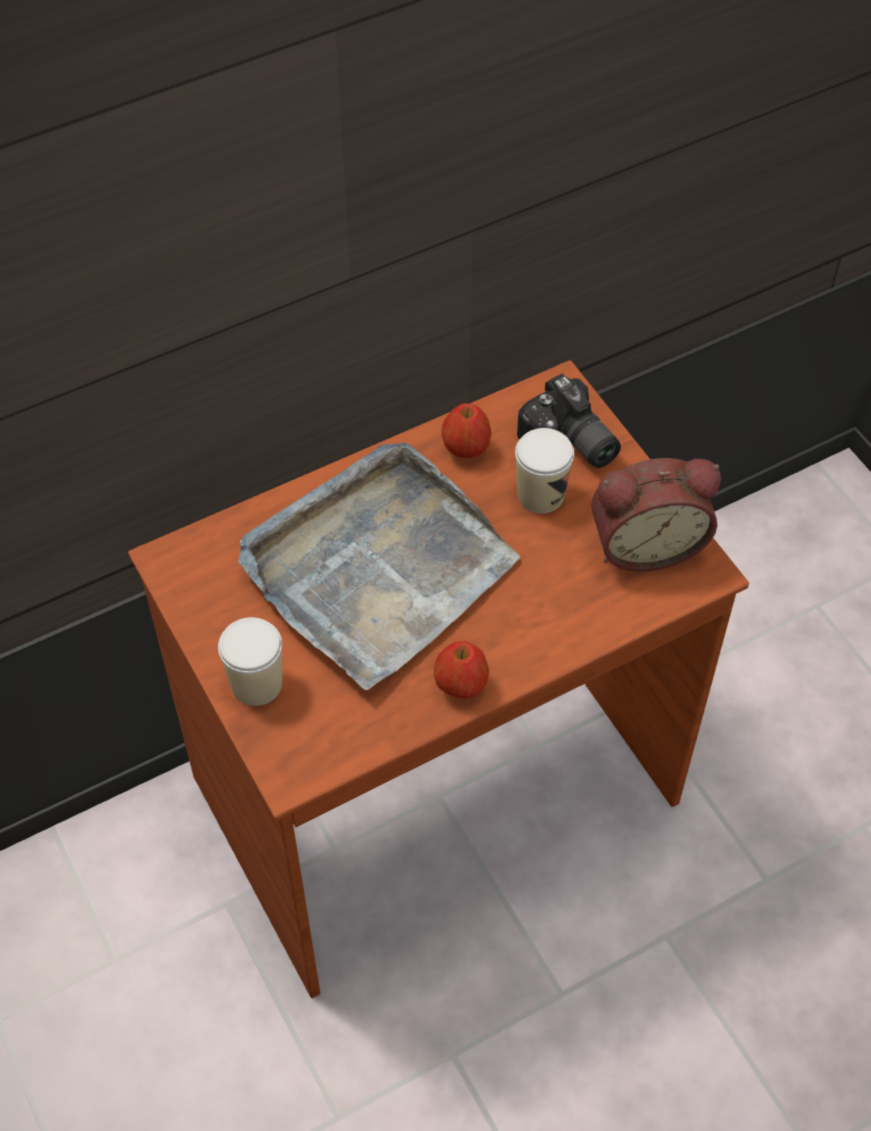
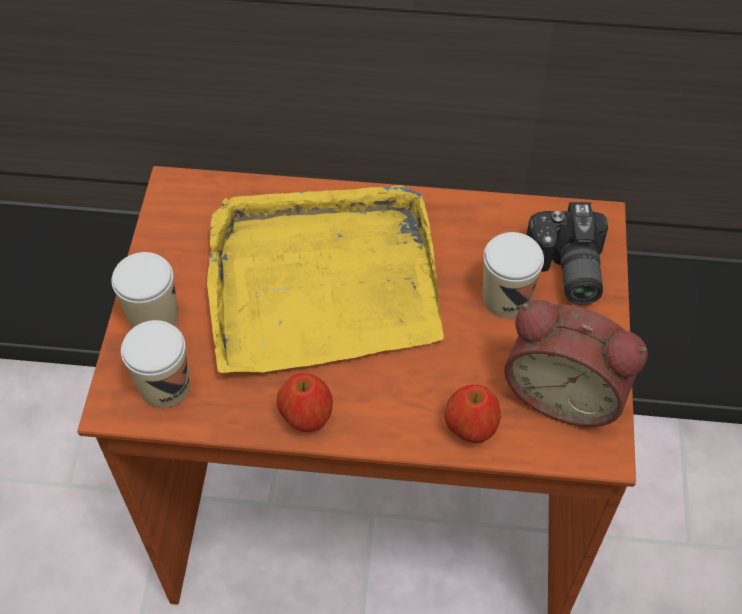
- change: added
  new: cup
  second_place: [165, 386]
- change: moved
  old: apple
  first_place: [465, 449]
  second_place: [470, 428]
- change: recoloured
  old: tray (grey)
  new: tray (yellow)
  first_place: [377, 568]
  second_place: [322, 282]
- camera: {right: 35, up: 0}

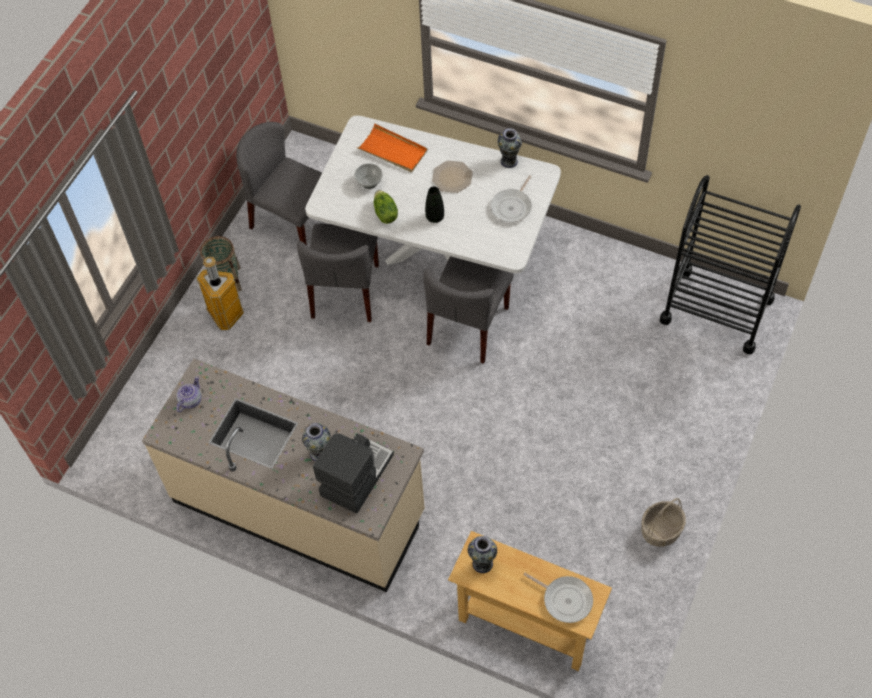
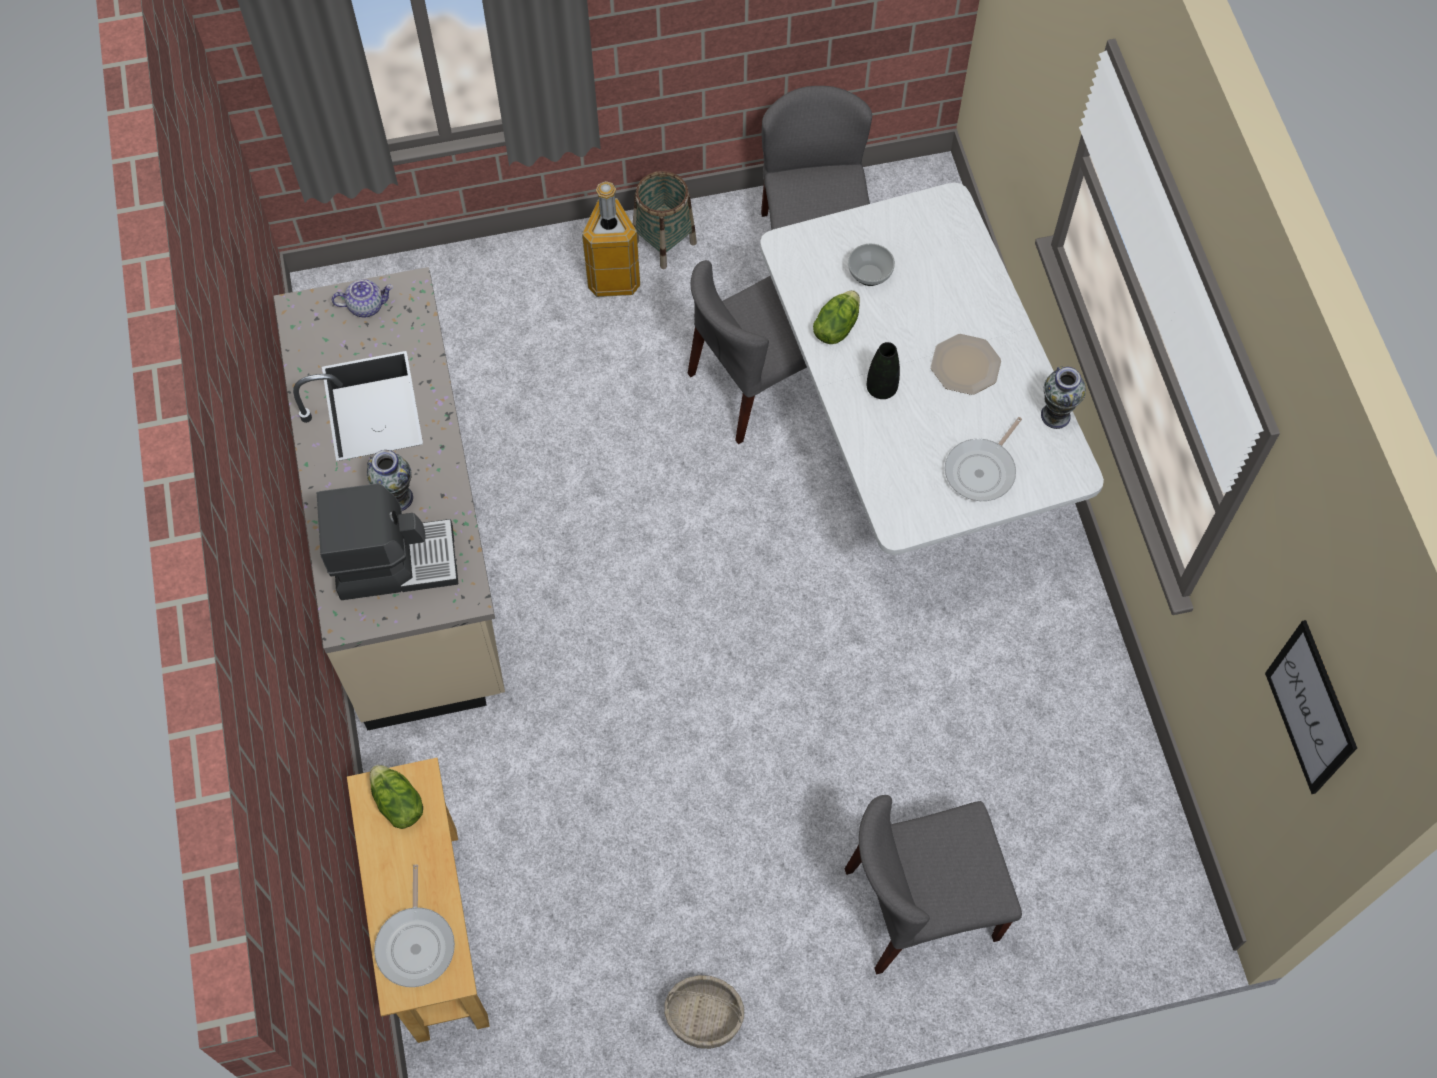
- change: removed
  old: tray (orange)
  first_place: [393, 150]
- change: removed
  old: cart (black)
  first_place: [716, 310]
- change: added
  new: picture
  second_place: [1311, 708]
- change: moved
  old: chair (grey)
  first_place: [468, 326]
  second_place: [920, 905]
- change: replaced
  old: vase
  new: lettuce
  first_place: [482, 564]
  second_place: [397, 804]
- change: turned
  old: frying pan
  first_place: [512, 206]
  second_place: [982, 470]
  degrees: -45
- camera: {right: 50, up: 5}

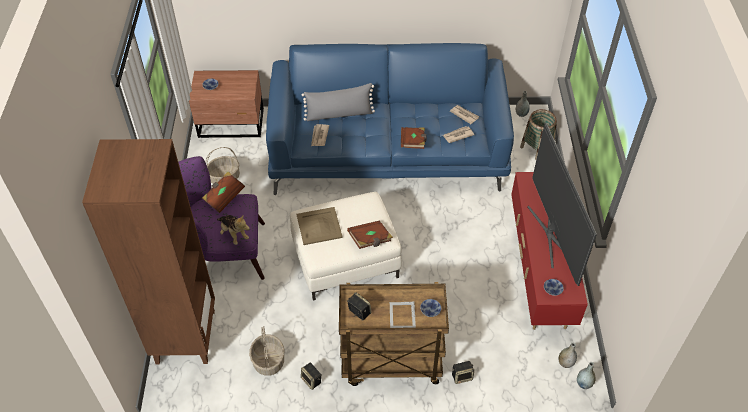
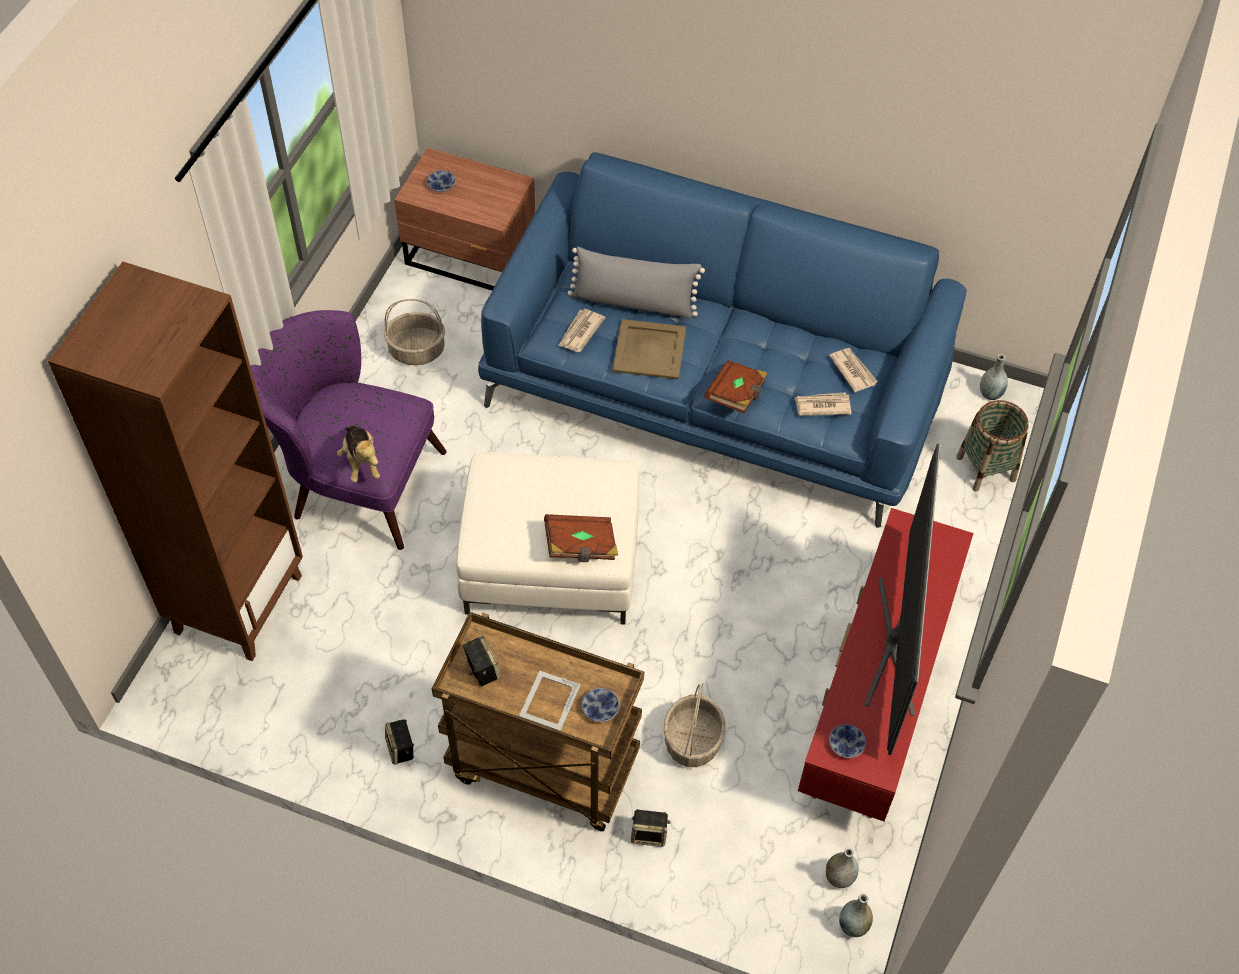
- change: removed
  old: book (brown)
  first_place: [224, 197]
- change: moved
  old: basket
  first_place: [268, 361]
  second_place: [692, 740]
- change: moved
  old: tray (beige)
  first_place: [319, 226]
  second_place: [650, 350]
- camera: {right: 20, up: 5}

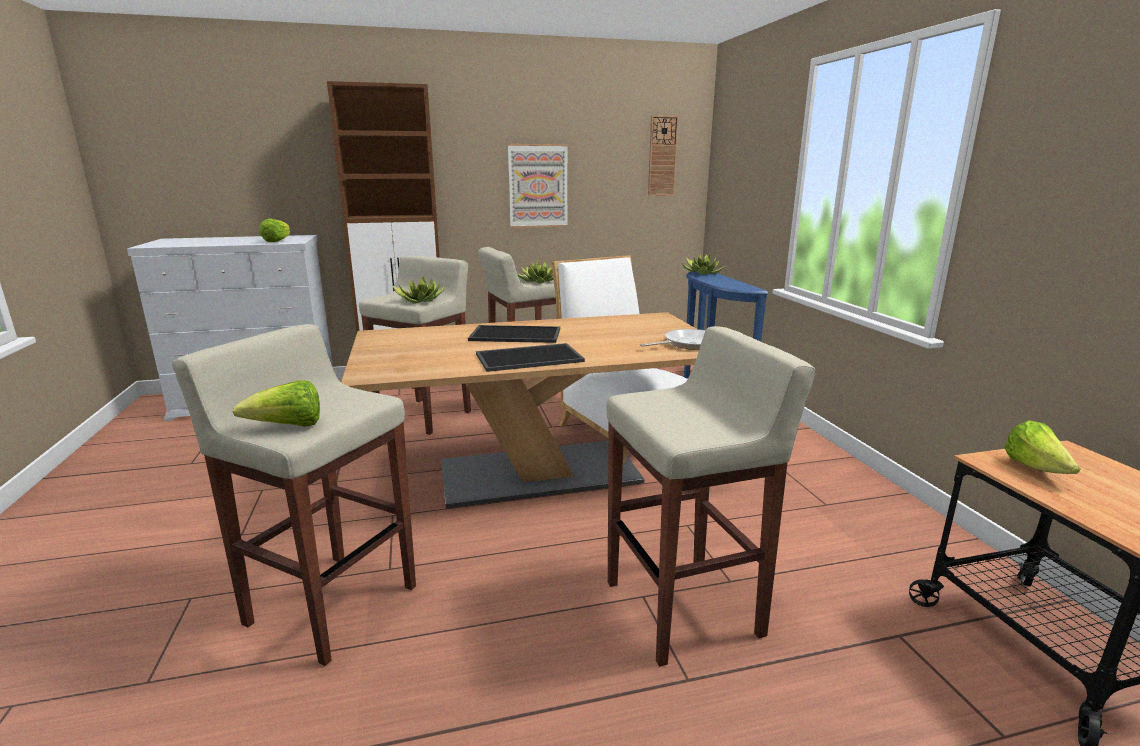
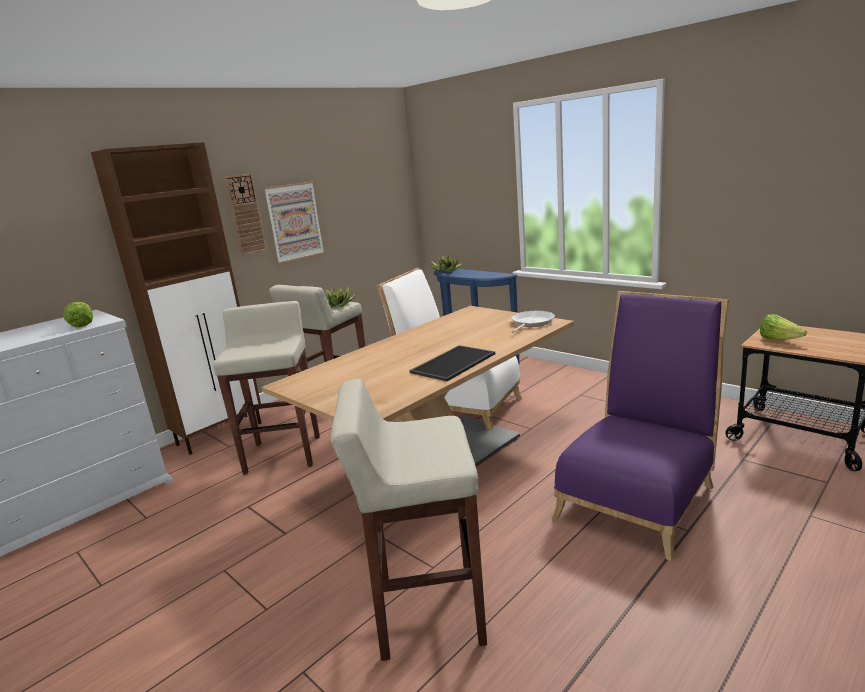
- change: removed
  old: lettuce
  first_place: [288, 427]
- change: removed
  old: potted plant
  first_place: [420, 300]
- change: removed
  old: tray
  first_place: [514, 335]
- change: moved
  old: wall clock
  first_place: [662, 156]
  second_place: [246, 214]
- change: replaced
  old: stool (beige)
  new: chair (purple)
  first_place: [685, 608]
  second_place: [639, 496]
- camera: {right: -30, up: 0}

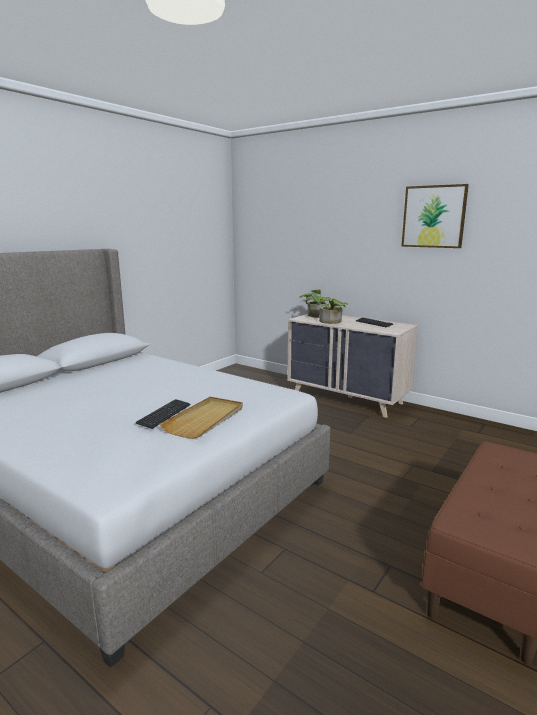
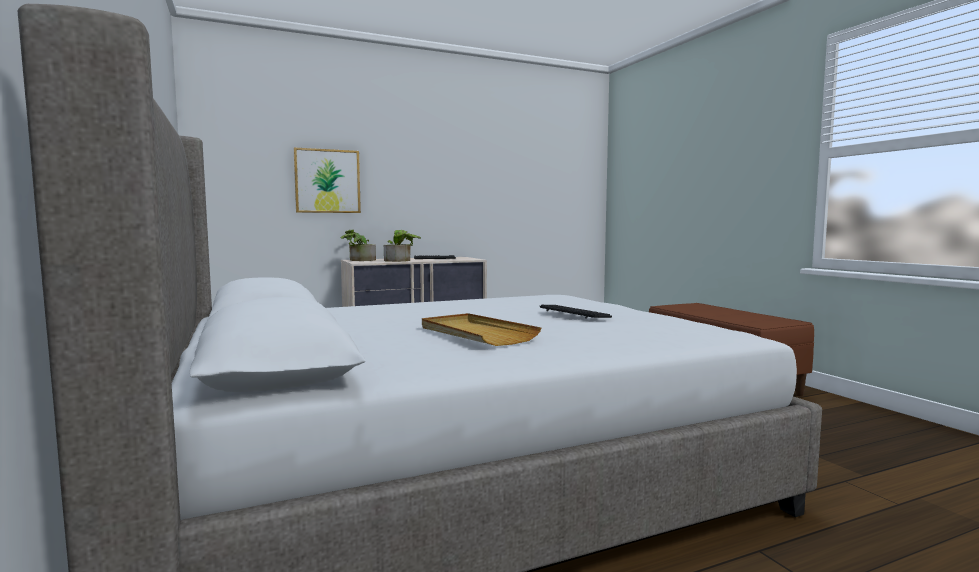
- change: moved
  old: tray (beige)
  first_place: [205, 419]
  second_place: [476, 333]
- change: moved
  old: picture
  first_place: [433, 216]
  second_place: [327, 181]
- camera: {right: -60, up: -10}

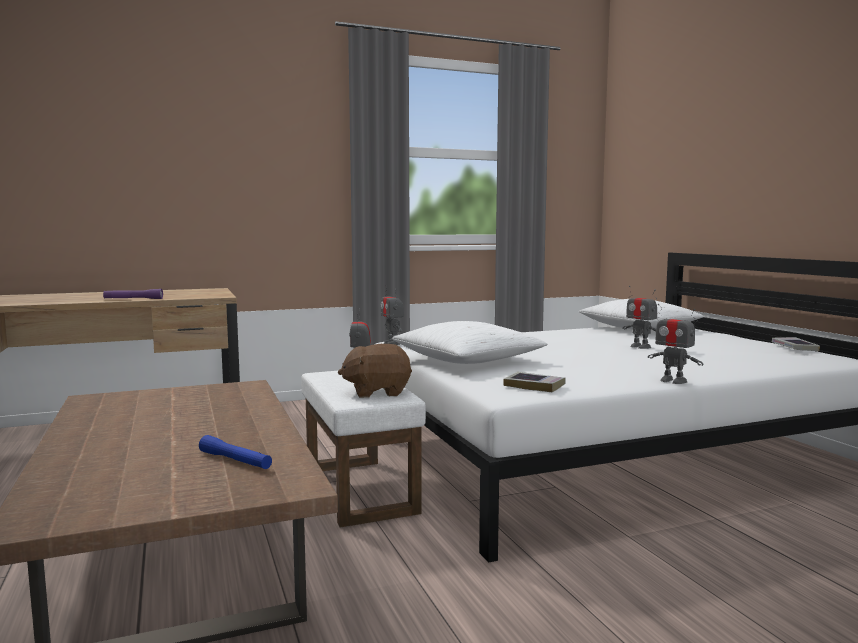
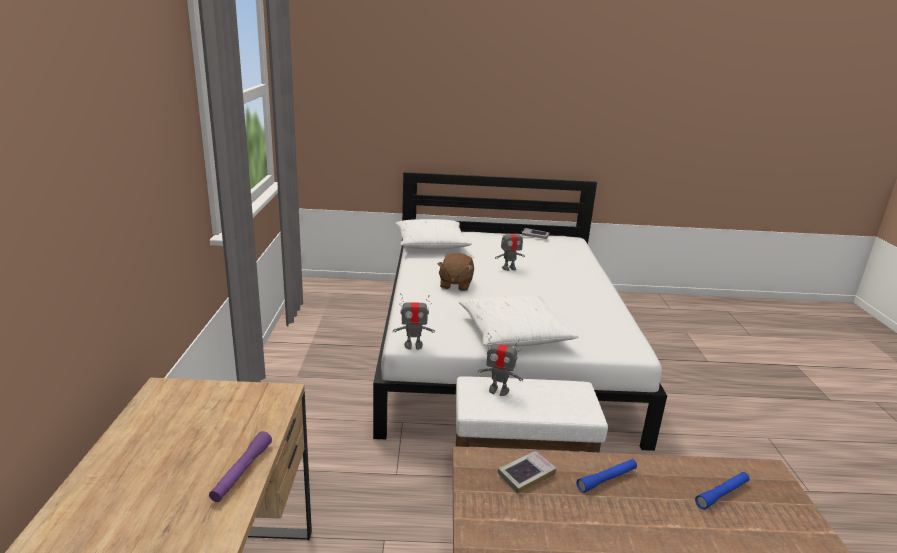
- change: removed
  old: toy robot
  first_place: [673, 381]
- change: added
  new: flashlight (blue)
  second_place: [606, 479]
- change: moved
  old: plush toy (brown)
  first_place: [377, 392]
  second_place: [455, 284]
- change: moved
  old: book
  first_place: [534, 386]
  second_place: [526, 475]
- camera: {right: -70, up: 15}

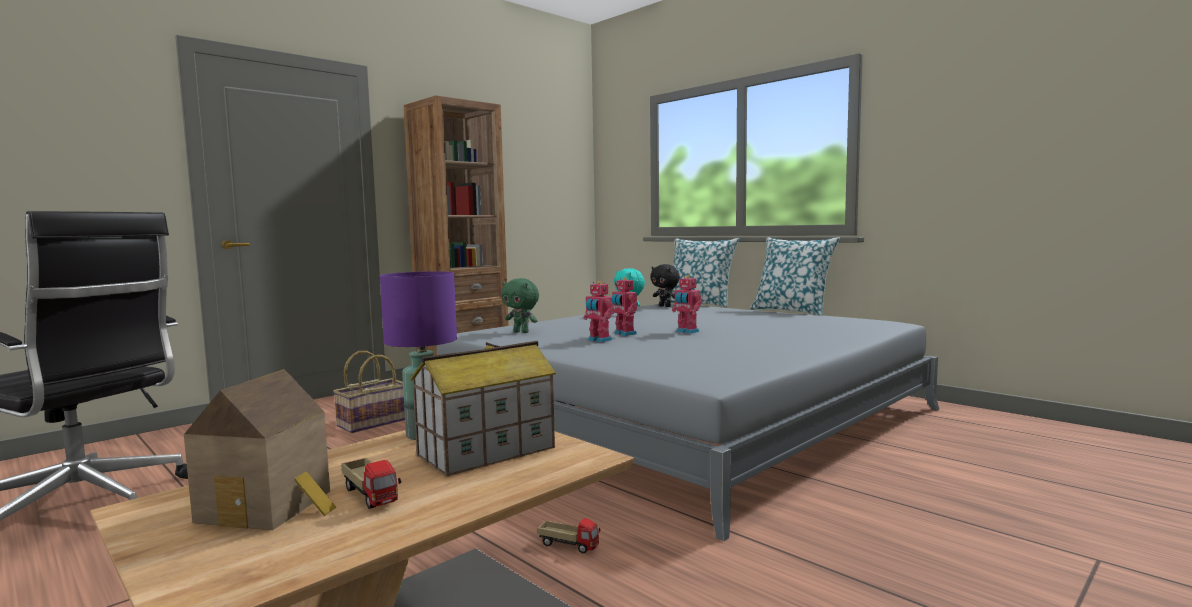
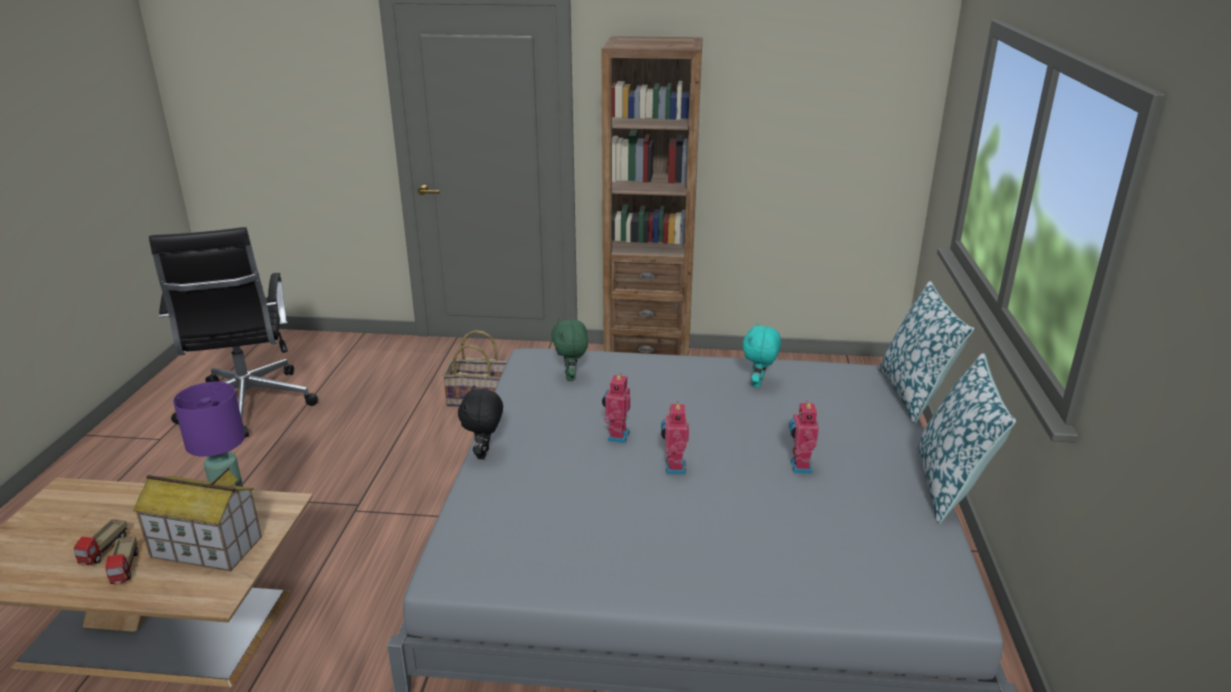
- change: removed
  old: toy house
  first_place: [271, 507]
- change: moved
  old: toy truck
  first_place: [569, 545]
  second_place: [125, 568]
- change: moved
  old: toy robot
  first_place: [598, 340]
  second_place: [799, 466]
- change: moved
  old: plush toy (black)
  first_place: [665, 306]
  second_place: [484, 454]
- camera: {right: 50, up: 20}

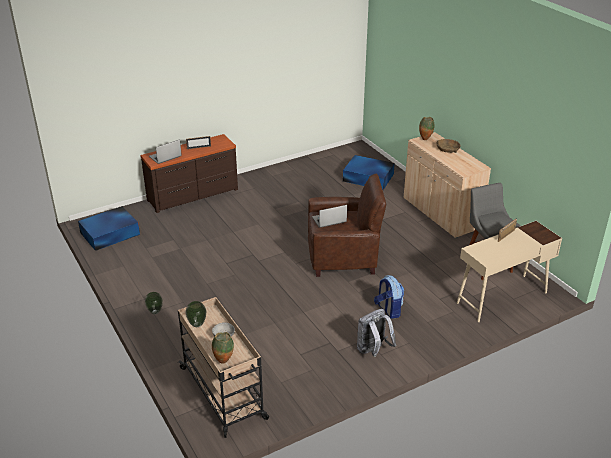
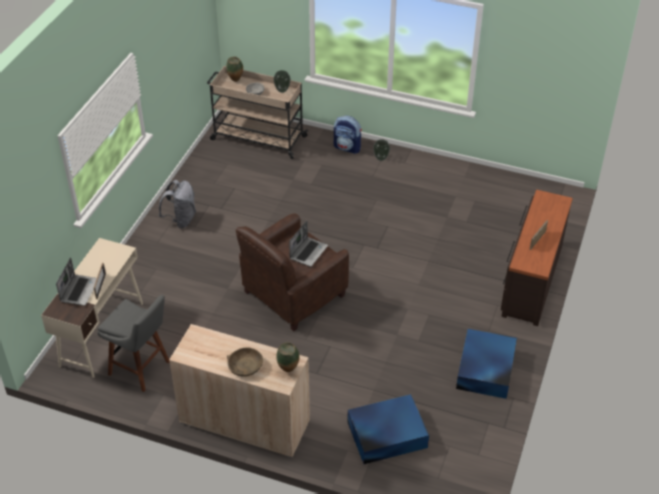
- change: moved
  old: storage box (blue)
  first_place: [111, 233]
  second_place: [485, 370]
- change: moved
  old: laptop
  first_place: [165, 157]
  second_place: [79, 290]
- change: moved
  old: backpack
  first_place: [388, 310]
  second_place: [347, 147]
- camera: {right: 140, up: 10}

